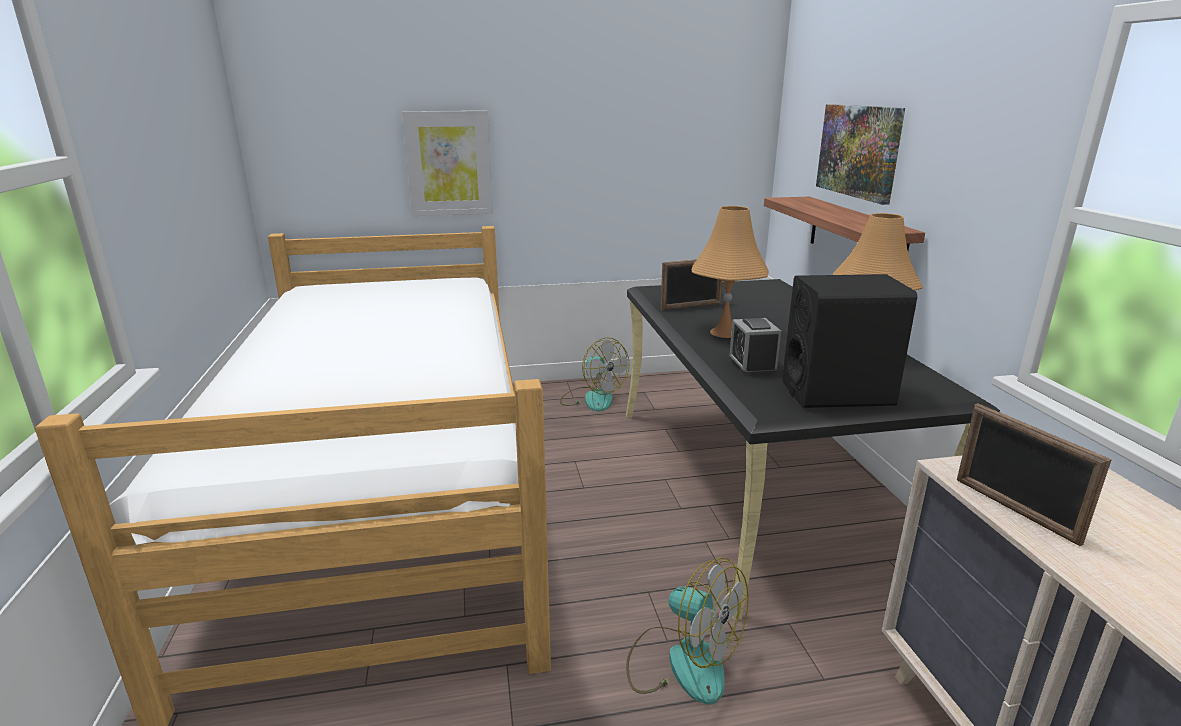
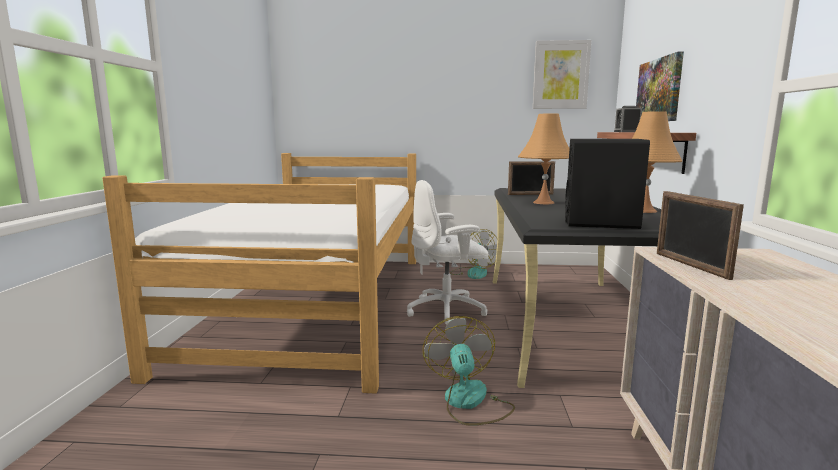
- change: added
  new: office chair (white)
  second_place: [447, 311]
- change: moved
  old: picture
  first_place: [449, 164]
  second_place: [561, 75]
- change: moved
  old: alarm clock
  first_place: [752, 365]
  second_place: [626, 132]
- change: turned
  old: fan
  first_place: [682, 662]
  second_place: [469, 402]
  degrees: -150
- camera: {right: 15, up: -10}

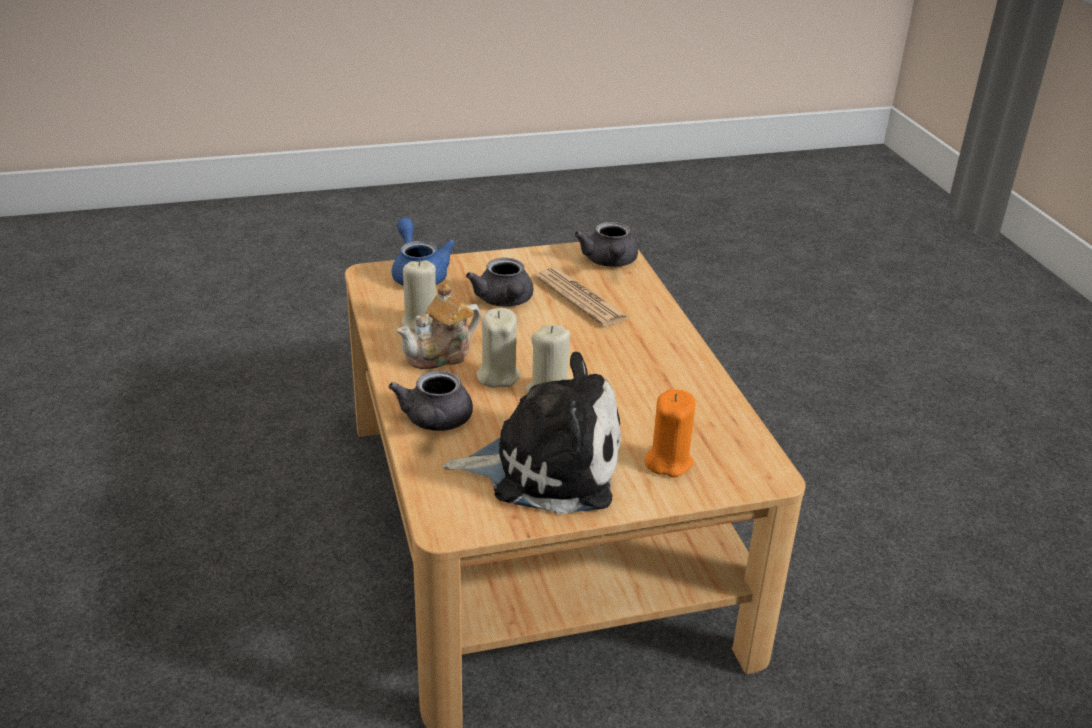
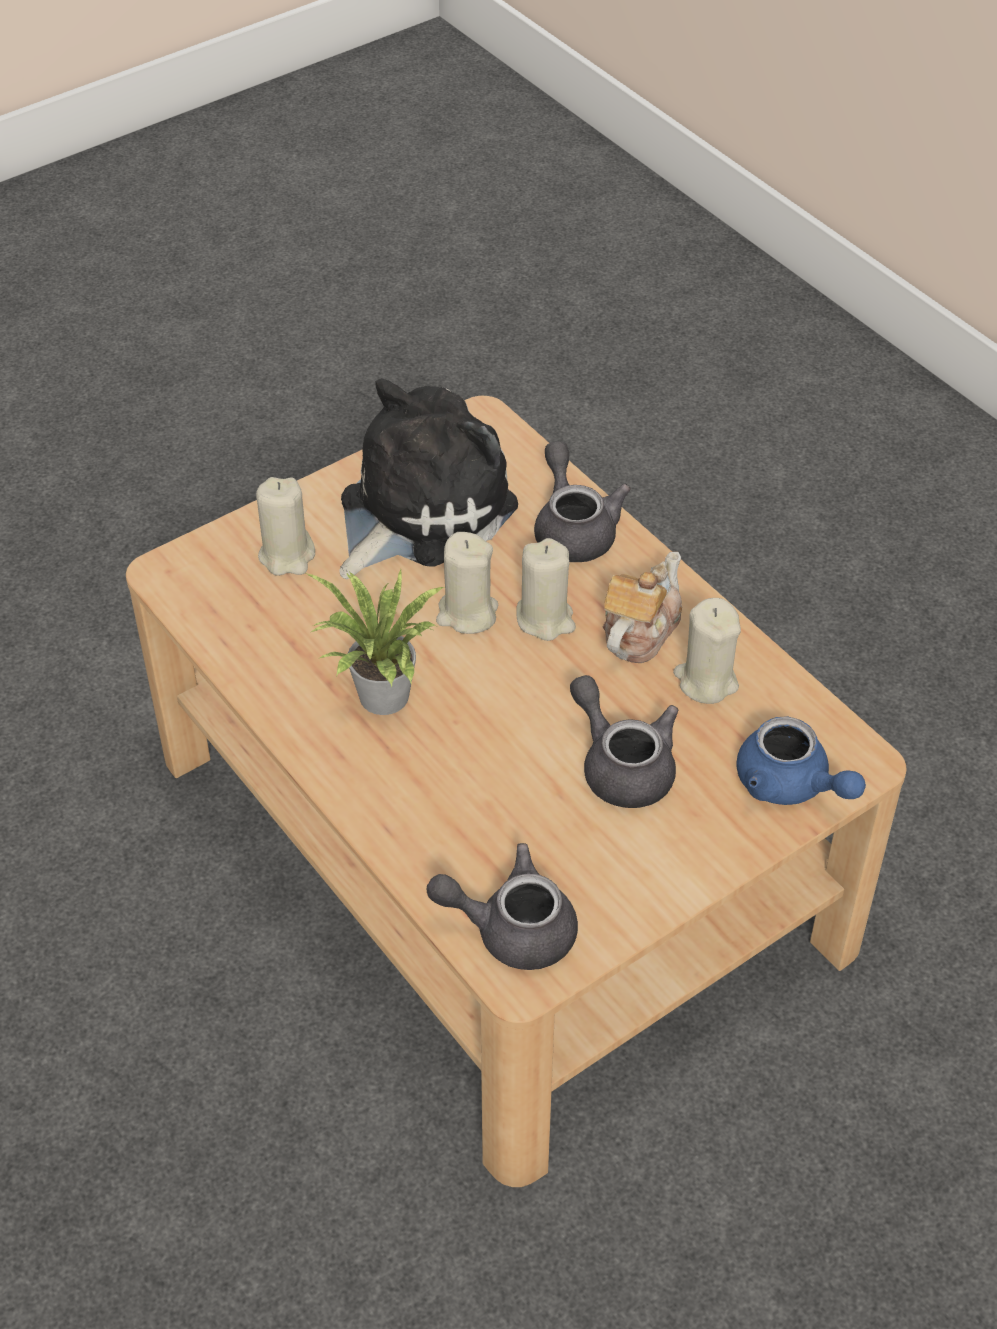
- change: removed
  old: newspaper
  first_place: [581, 298]
- change: added
  new: potted plant
  second_place: [381, 701]
- change: recoloured
  old: candle (orange)
  new: candle (beige)
  first_place: [668, 462]
  second_place: [287, 555]
- change: turned
  old: plush toy
  first_place: [546, 466]
  second_place: [418, 510]
  degrees: 150
- change: turned
  old: teapot (grey)
  first_place: [609, 262]
  second_place: [511, 929]
  degrees: -60
- camera: {right: 160, up: 15}

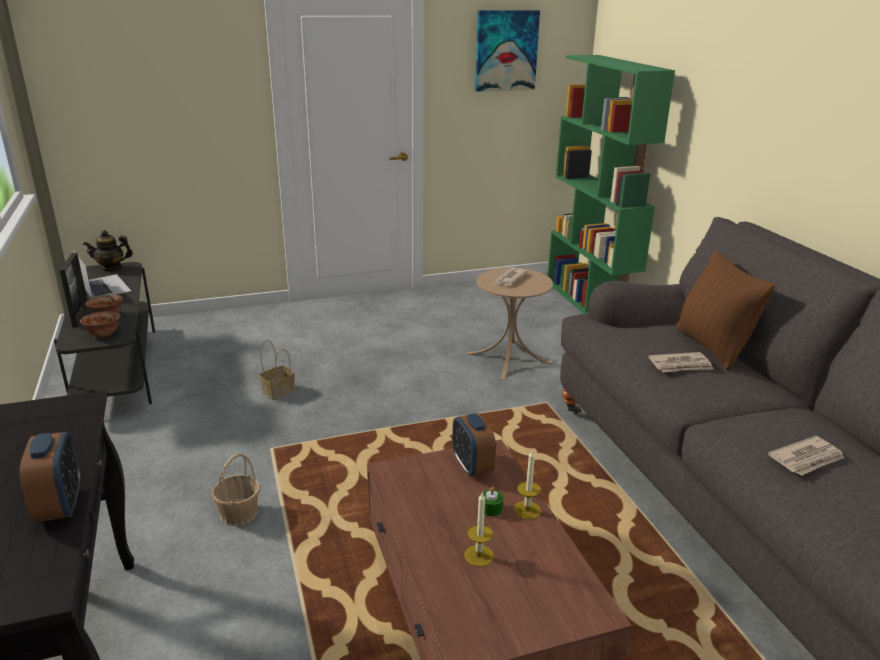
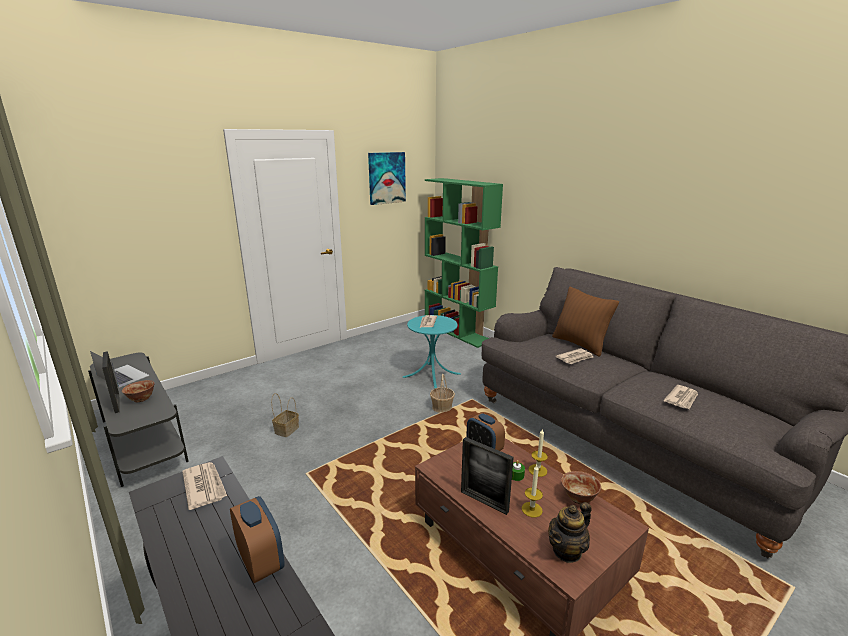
- change: added
  new: newspaper
  second_place: [204, 486]
- change: added
  new: picture frame
  second_place: [484, 501]
- change: moved
  old: bowl
  first_place: [103, 334]
  second_place: [578, 498]
- change: moved
  old: teapot
  first_place: [111, 268]
  second_place: [567, 550]
- change: moved
  old: basket
  first_place: [238, 513]
  second_place: [442, 407]
- change: recoloured
  old: side table (beige)
  new: side table (turquoise)
  first_place: [509, 358]
  second_place: [432, 375]
- camera: {right: -20, up: -5}

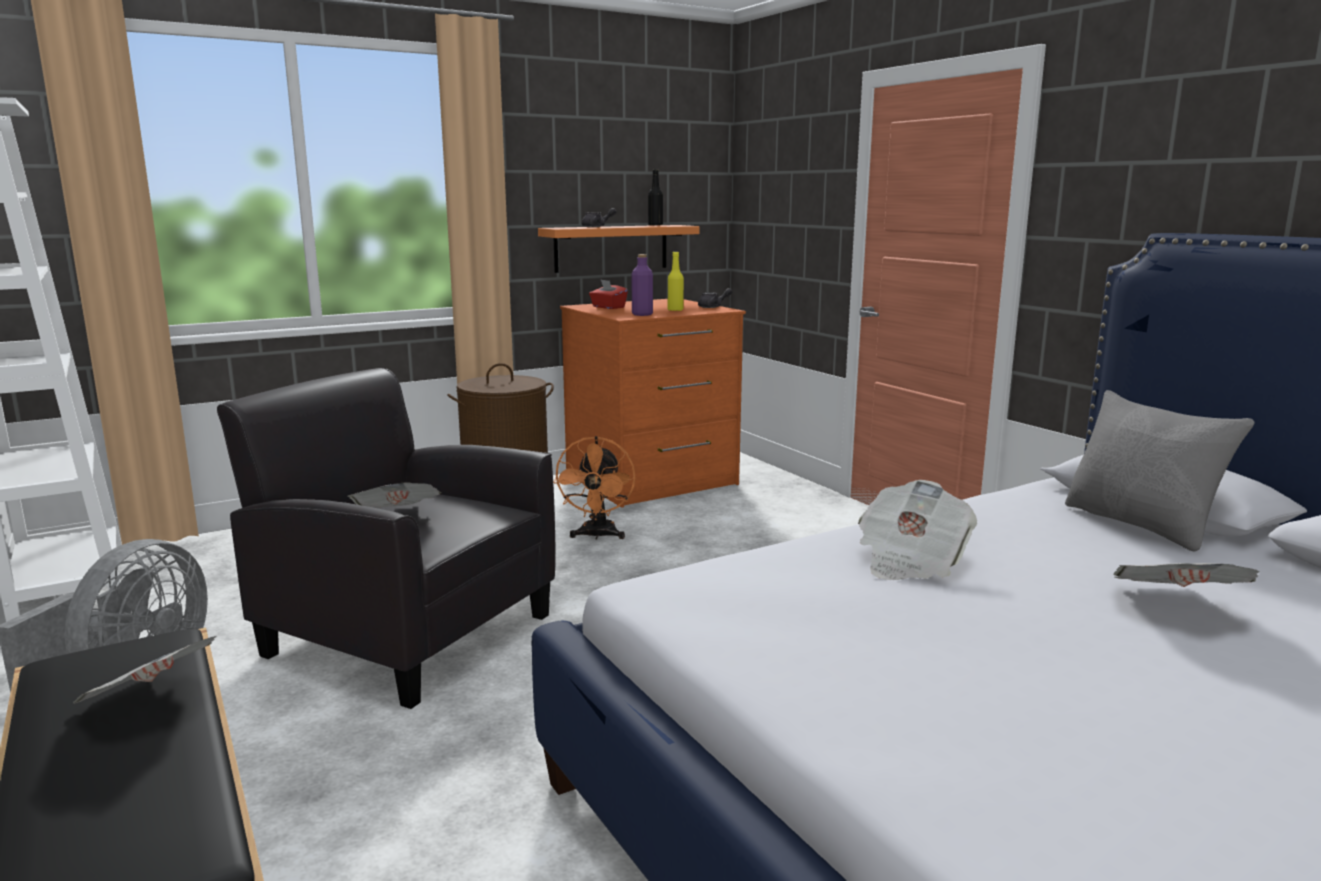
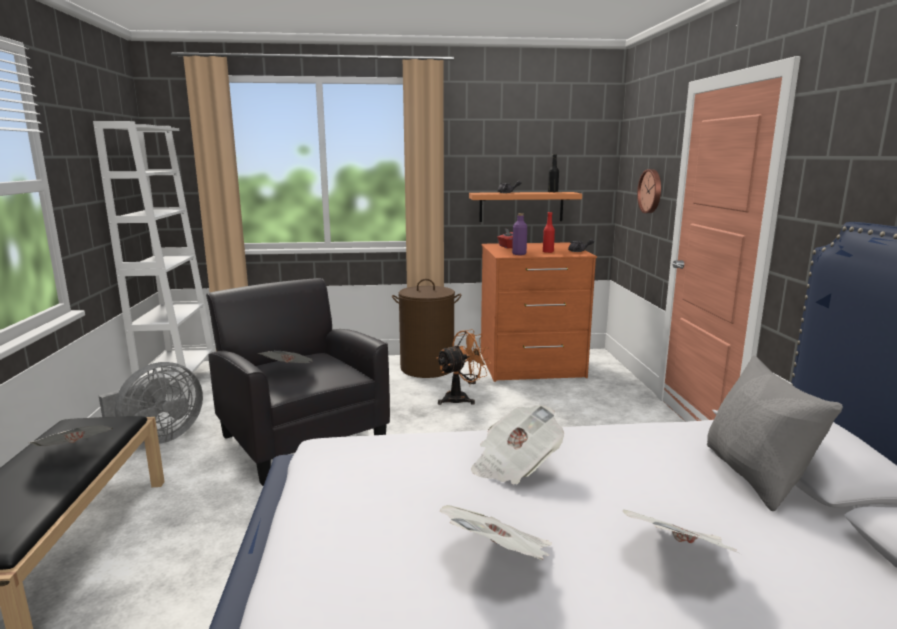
- change: added
  new: newspaper
  second_place: [499, 558]
- change: added
  new: wall clock
  second_place: [651, 191]
- change: recoloured
  old: bottle (yellow)
  new: bottle (red)
  first_place: [675, 310]
  second_place: [548, 252]
- change: turned
  old: fan (orange)
  first_place: [597, 536]
  second_place: [461, 398]
  degrees: -150
- camera: {right: 25, up: 0}

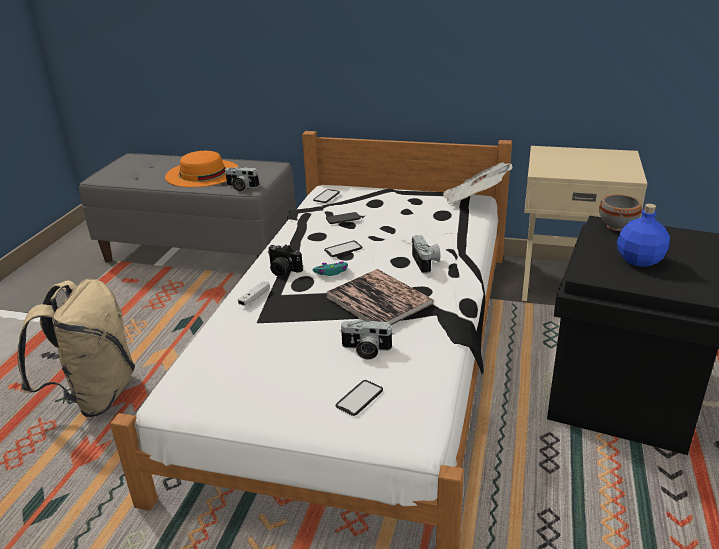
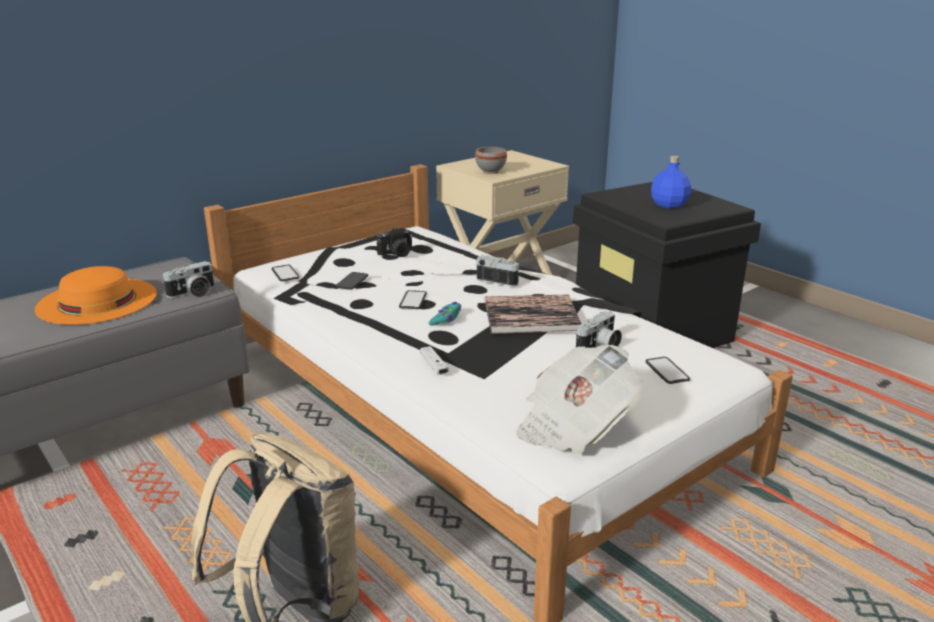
- change: moved
  old: photo camera
  first_place: [282, 270]
  second_place: [397, 254]
- change: moved
  old: newspaper
  first_place: [474, 199]
  second_place: [574, 426]
- change: moved
  old: bowl (grey)
  first_place: [617, 227]
  second_place: [491, 172]
- camera: {right: -55, up: -5}

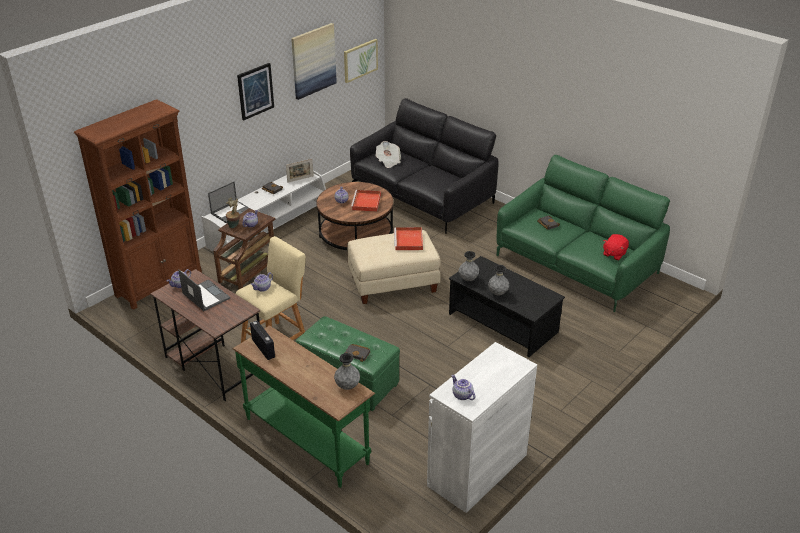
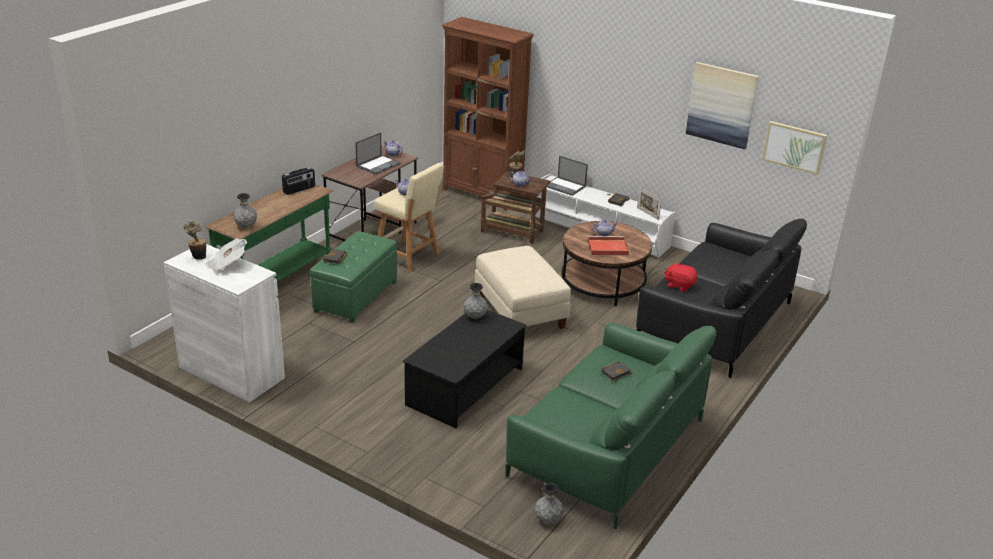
- change: removed
  old: picture
  first_place: [255, 91]
- change: removed
  old: tray (red)
  first_place: [408, 241]
- change: moved
  old: newspaper
  first_place: [388, 161]
  second_place: [227, 264]
- change: moved
  old: vase (grey)
  first_place: [498, 293]
  second_place: [548, 520]
- change: moved
  old: plush toy (red)
  first_place: [614, 254]
  second_place: [679, 285]
- change: replaced
  old: teapot
  new: potted plant
  first_place: [462, 395]
  second_place: [198, 256]
- camera: {right: 80, up: -5}

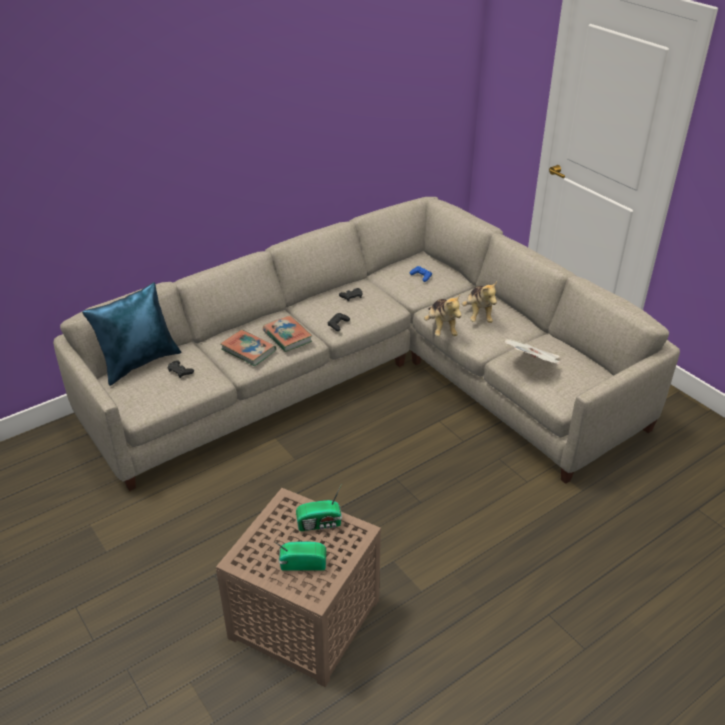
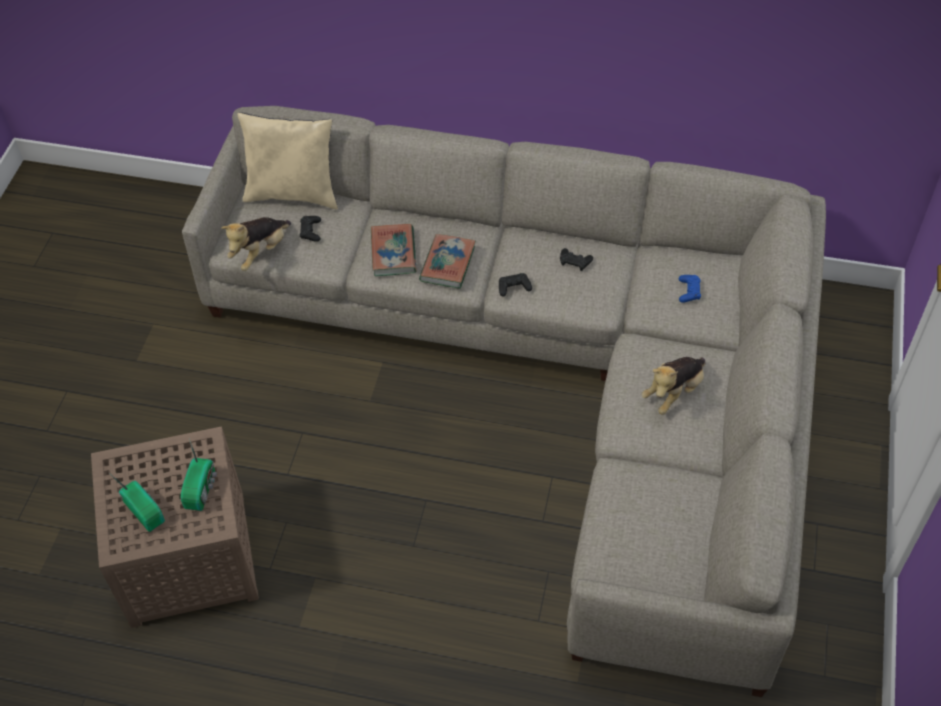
- change: removed
  old: newspaper
  first_place: [533, 364]
- change: moved
  old: plush toy
  first_place: [441, 328]
  second_place: [260, 252]
- change: recoloured
  old: pillow (blue)
  new: pillow (beige)
  first_place: [139, 362]
  second_place: [294, 194]
- change: turned
  old: radio
  first_place: [320, 524]
  second_place: [201, 488]
  degrees: -120
- camera: {right: 50, up: 15}

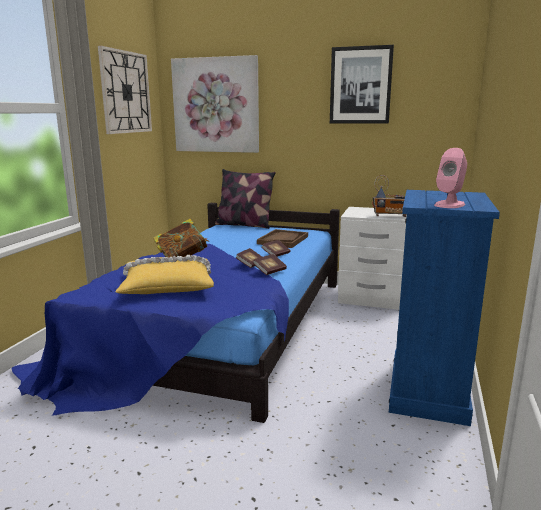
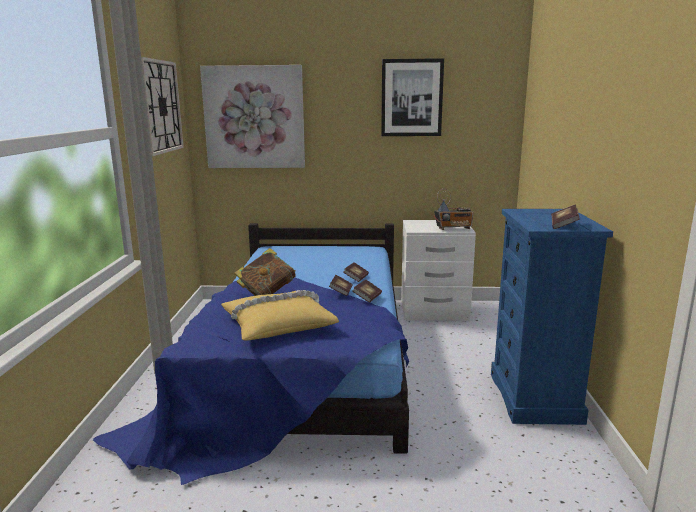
- change: removed
  old: pillow
  first_place: [244, 225]
- change: removed
  old: tray (brown)
  first_place: [283, 240]
- change: replaced
  old: speaker (pink)
  new: book
  first_place: [449, 204]
  second_place: [563, 225]
- camera: {right: -15, up: 0}

